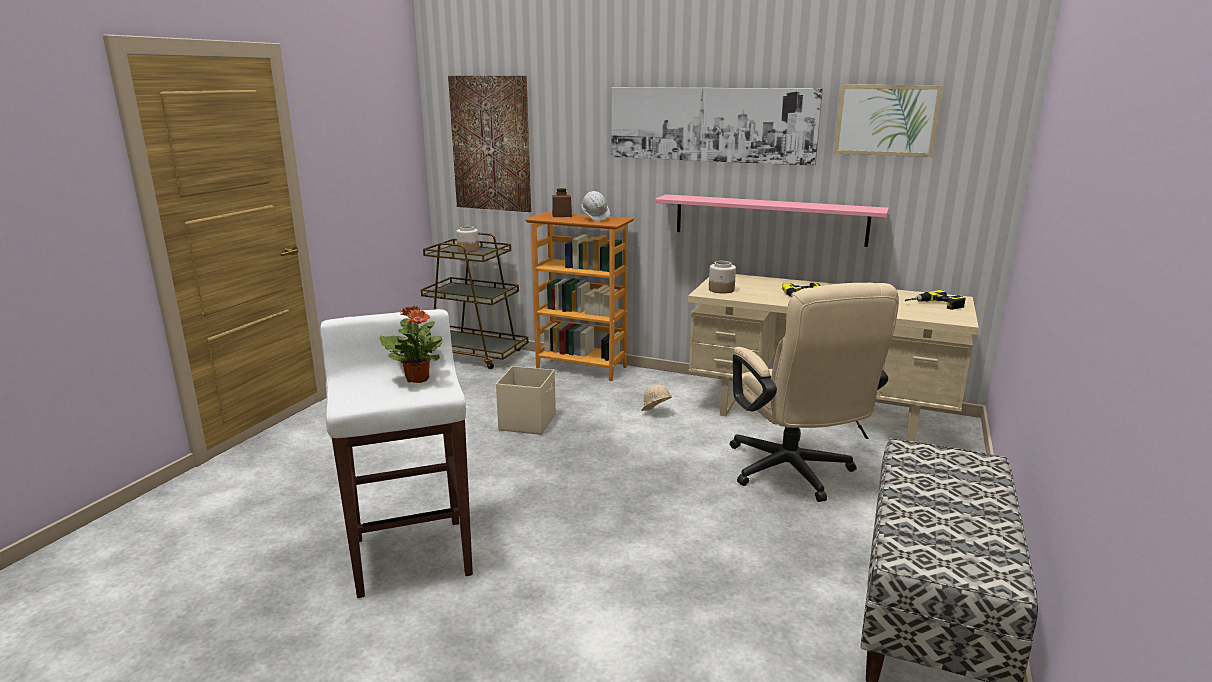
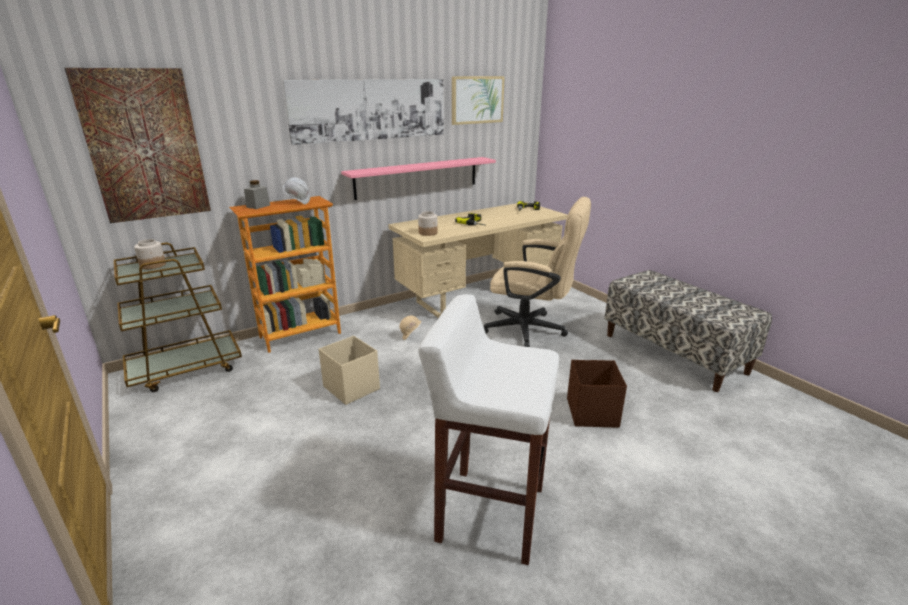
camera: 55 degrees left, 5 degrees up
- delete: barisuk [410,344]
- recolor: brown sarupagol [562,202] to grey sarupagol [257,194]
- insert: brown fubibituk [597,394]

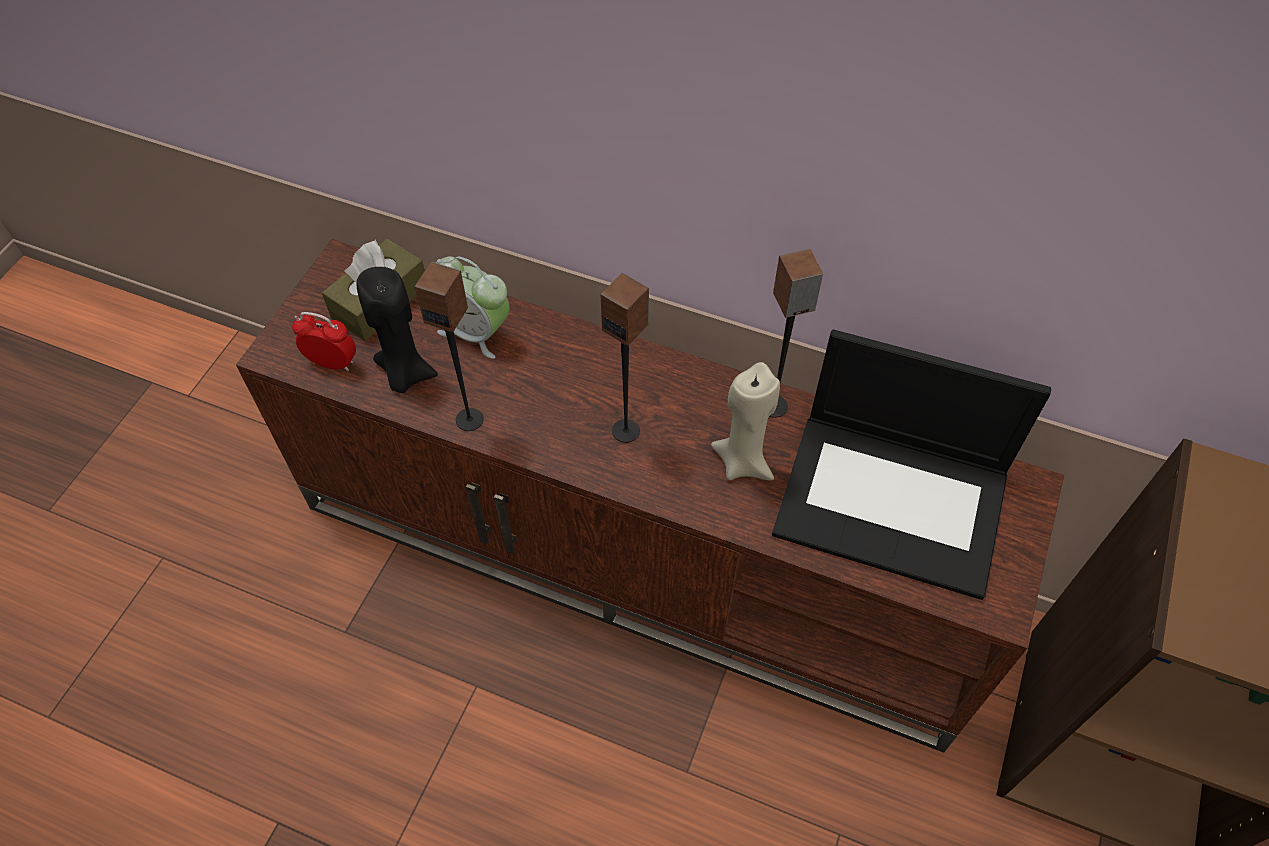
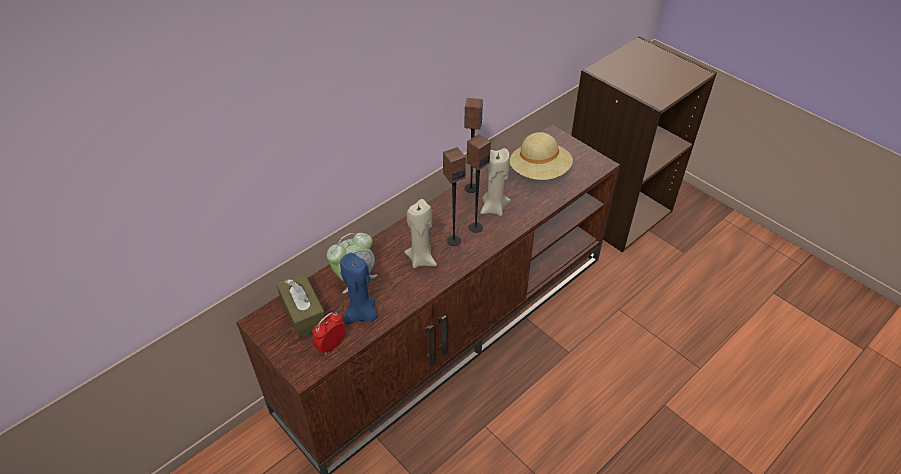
camera: 65 degrees left, 10 degrees down
- recolor: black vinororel [397,330] to blue vinororel [359,288]
- move: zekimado [449,346] to [479,183]
- replace: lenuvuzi [911,465] to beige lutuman [541,156]
- insert: beige vinororel [420,233]

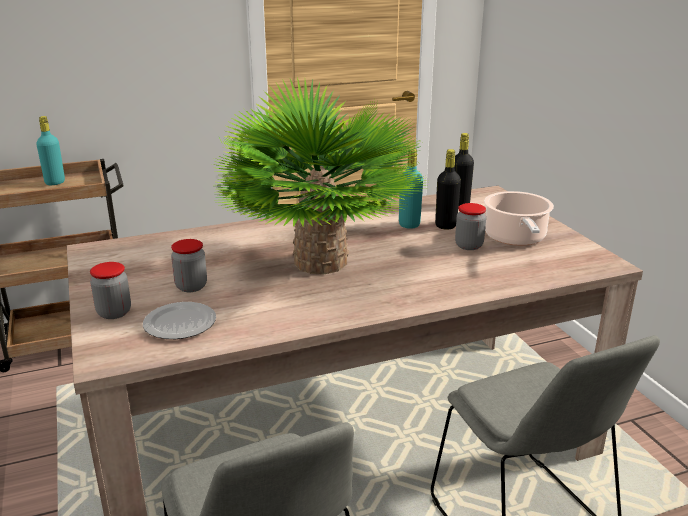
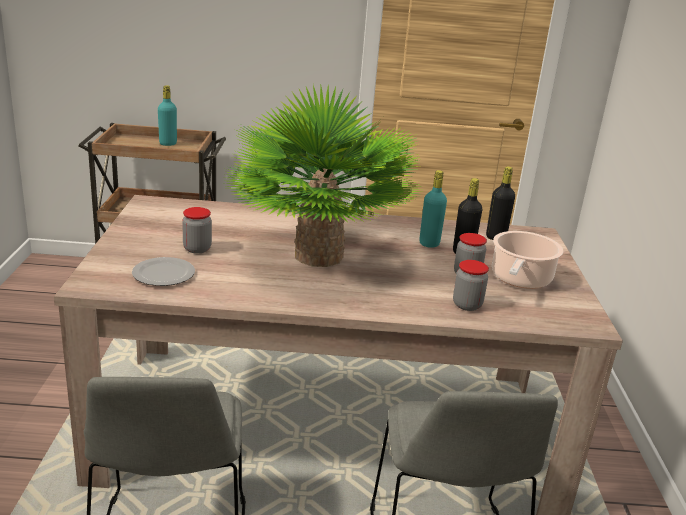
camera: 20 degrees right, 0 degrees up
- move: sarupagol [110,290] to [471,285]

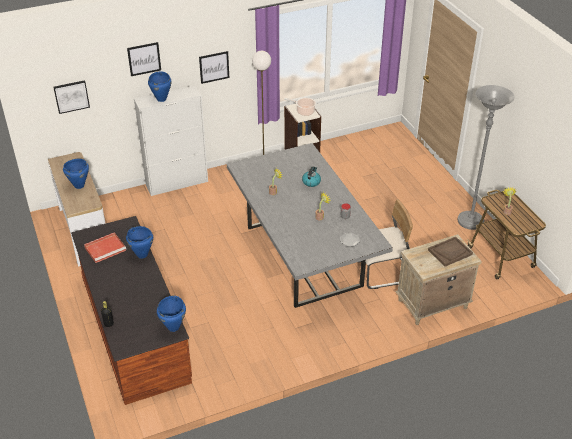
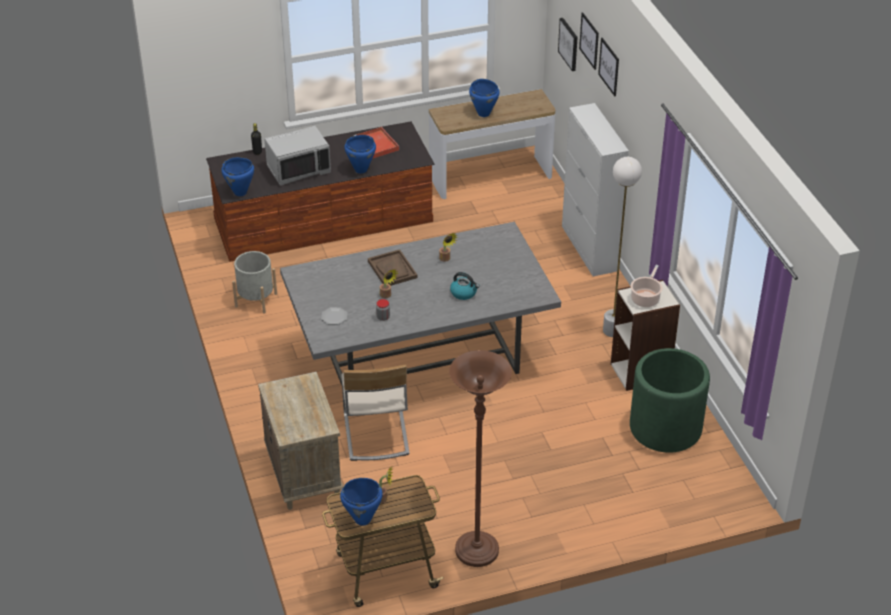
camera: 95 degrees right, 0 degrees up
- move: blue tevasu [160,86] to [361,502]
- move: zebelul [214,67] to [589,41]
- move: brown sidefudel [450,252] to [392,267]
- recolor: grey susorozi [486,157] to brown susorozi [480,458]
- insert: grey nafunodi [254,282]
- insert: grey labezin [297,156]
- insert: green nafunodi [670,400]

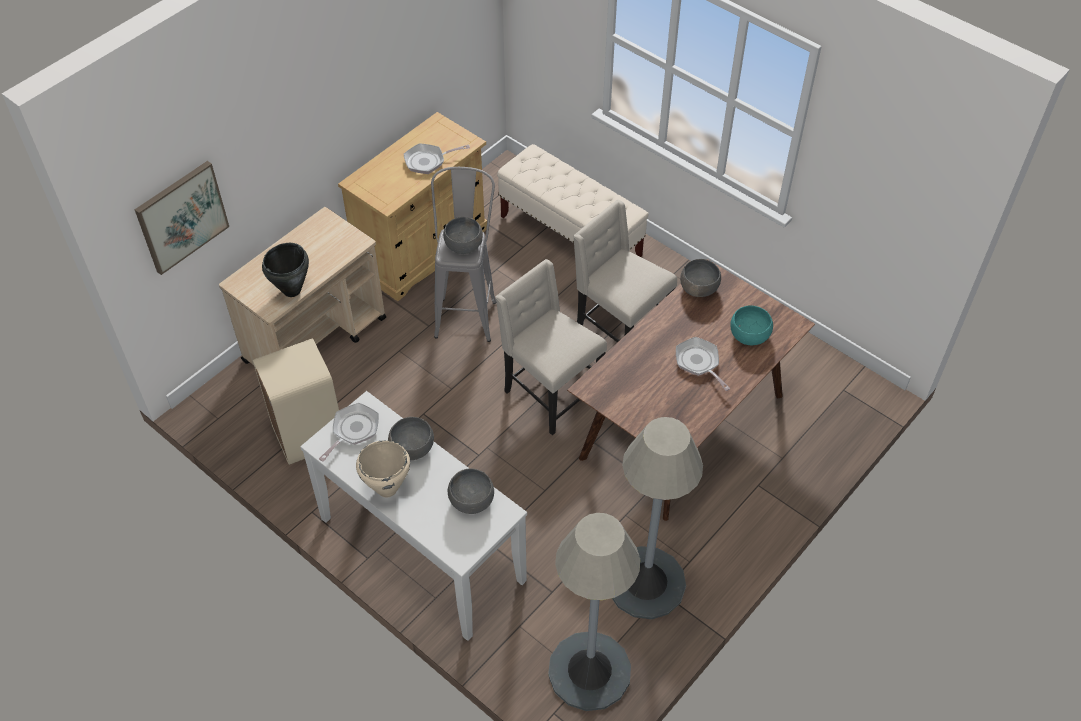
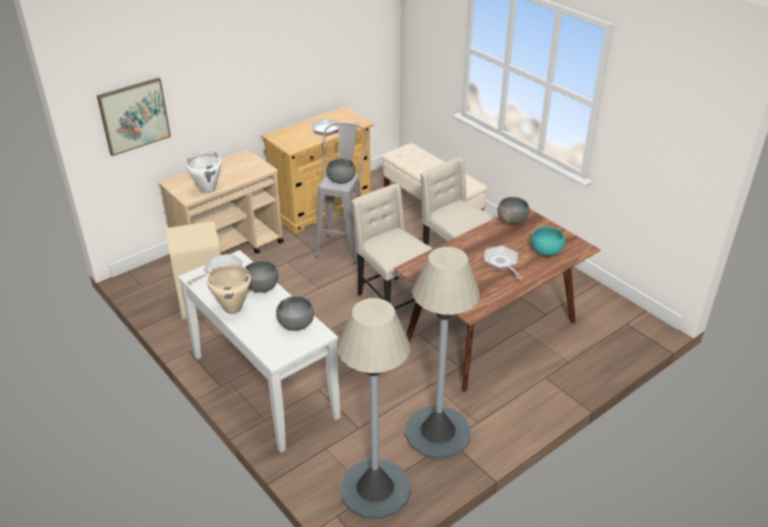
camera: 10 degrees right, 15 degrees down
- recolor: black tevasu [285,270] to white tevasu [204,172]

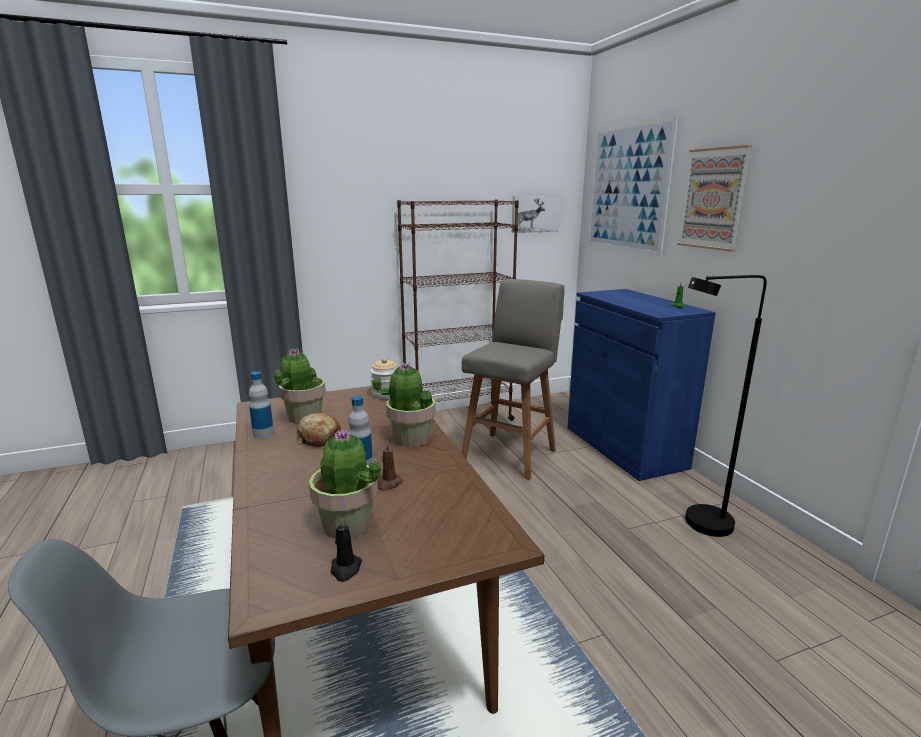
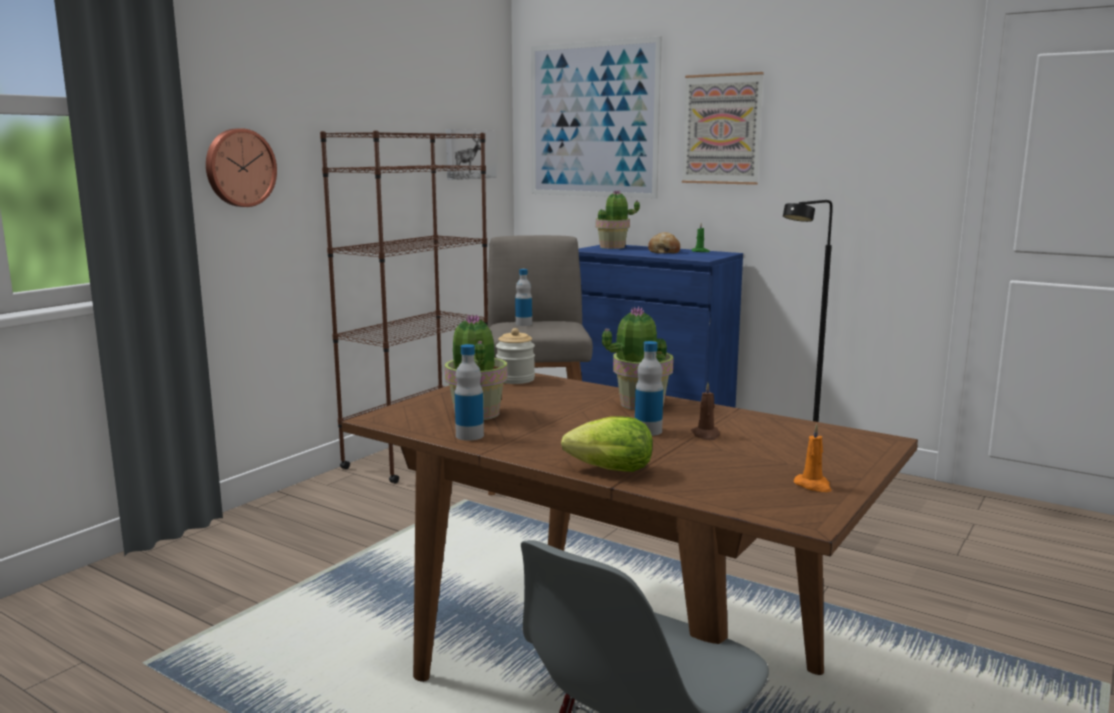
camera: 35 degrees left, 5 degrees down
- move: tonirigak [319,430] to [664,243]
- move: barisuk [345,483] to [618,220]
- recolor: black vinororel [346,549] to orange vinororel [813,458]
- insert: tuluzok [241,167]
- insert: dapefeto [523,297]
- insert: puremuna [607,444]

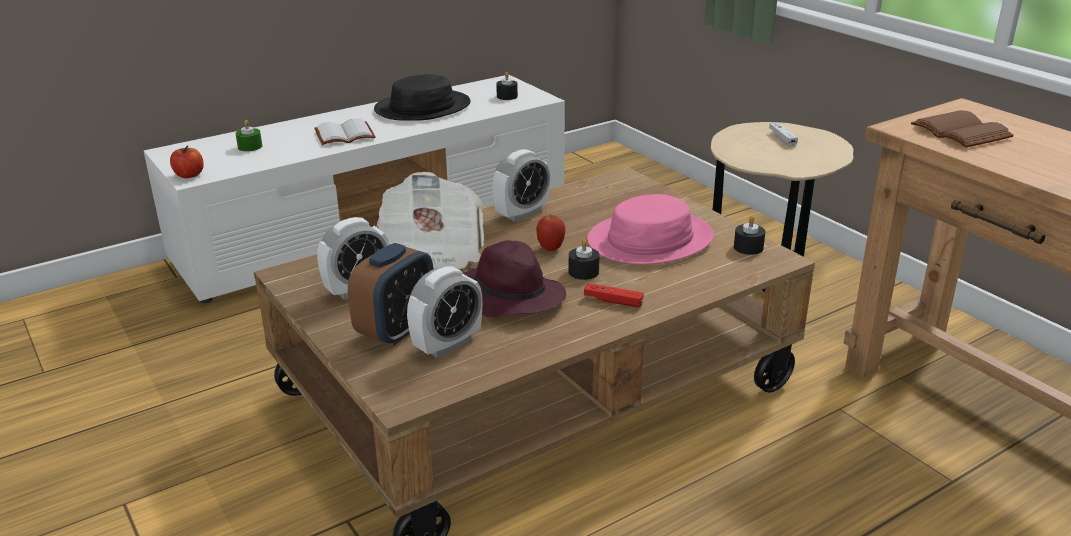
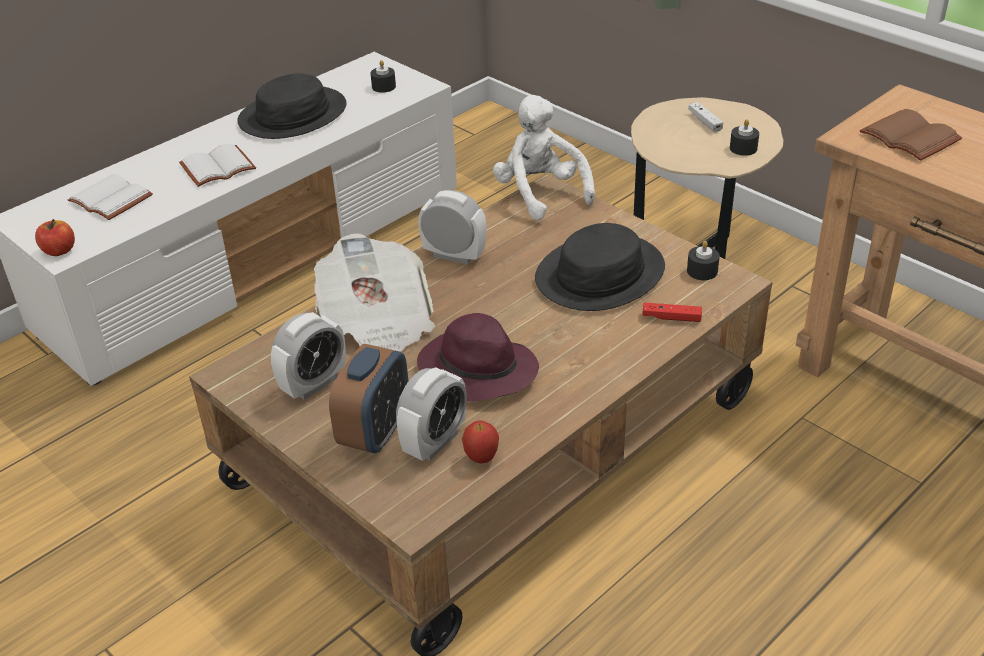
camera: 10 degrees left, 10 degrees up
- replace: green vinororel [249,136] to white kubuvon [110,197]
- rotate: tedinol [521,185] = [452,227] 105 degrees counterclockwise
- move: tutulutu [550,233] to [480,441]
- move: black vinororel [584,259] to [744,137]
- move: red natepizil [614,295] to [672,312]
- recolor: pink lutuman [650,229] to black lutuman [600,267]
- insert: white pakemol [544,157]

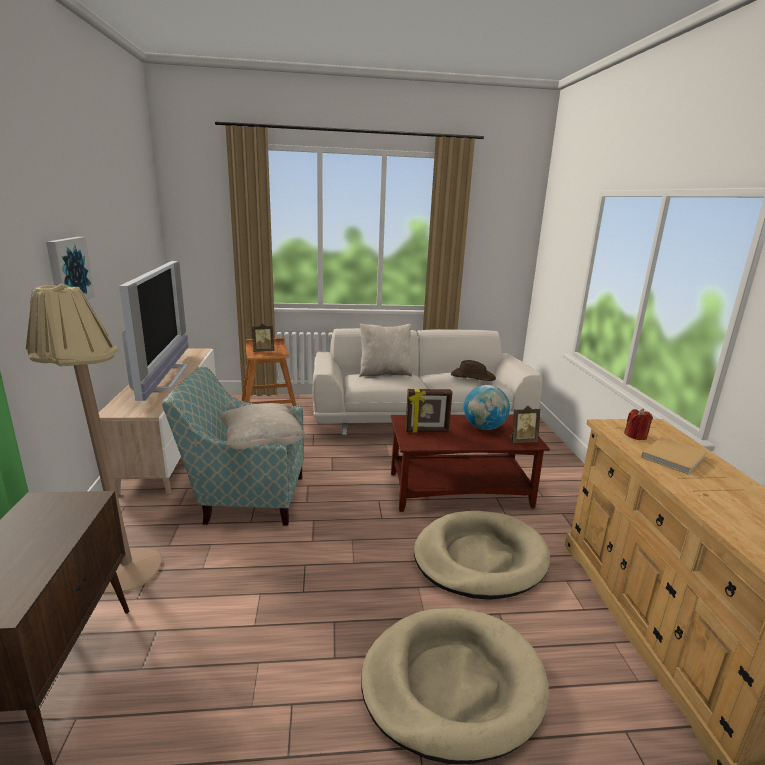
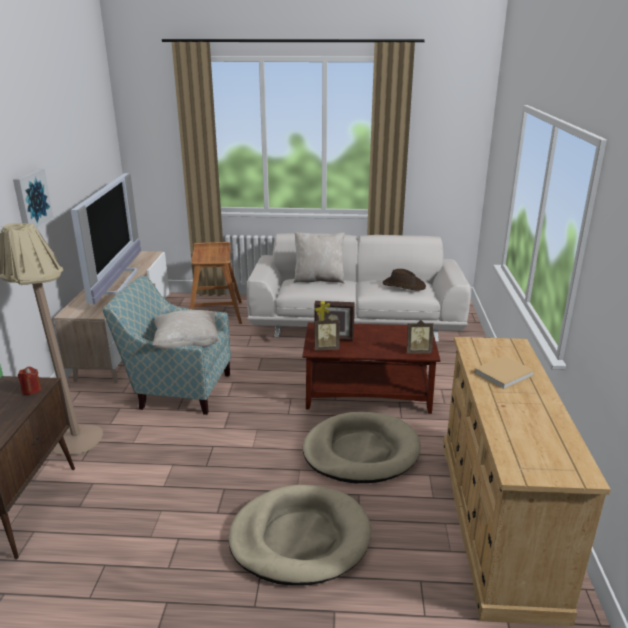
camera: 10 degrees right, 5 degrees up
- move: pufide [263,337] to [327,334]
- delete: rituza [487,407]
- move: red vinororel [638,424] to [29,381]

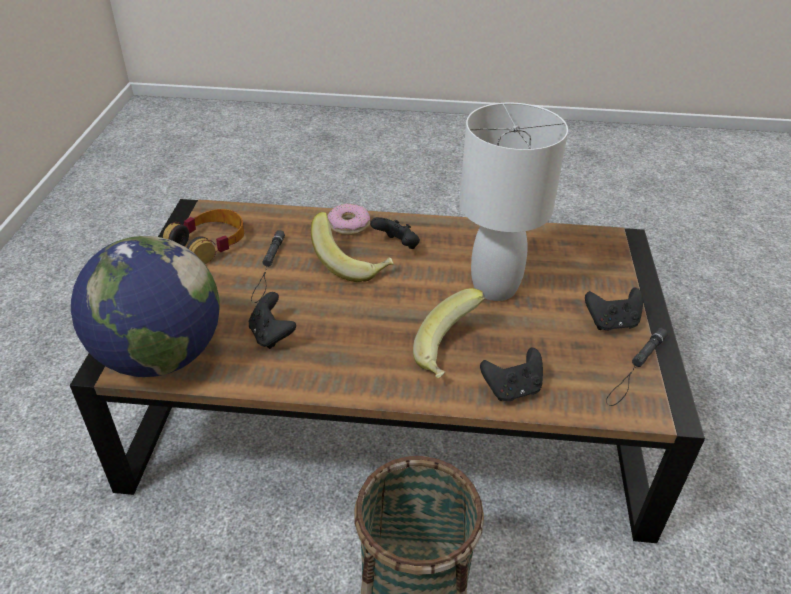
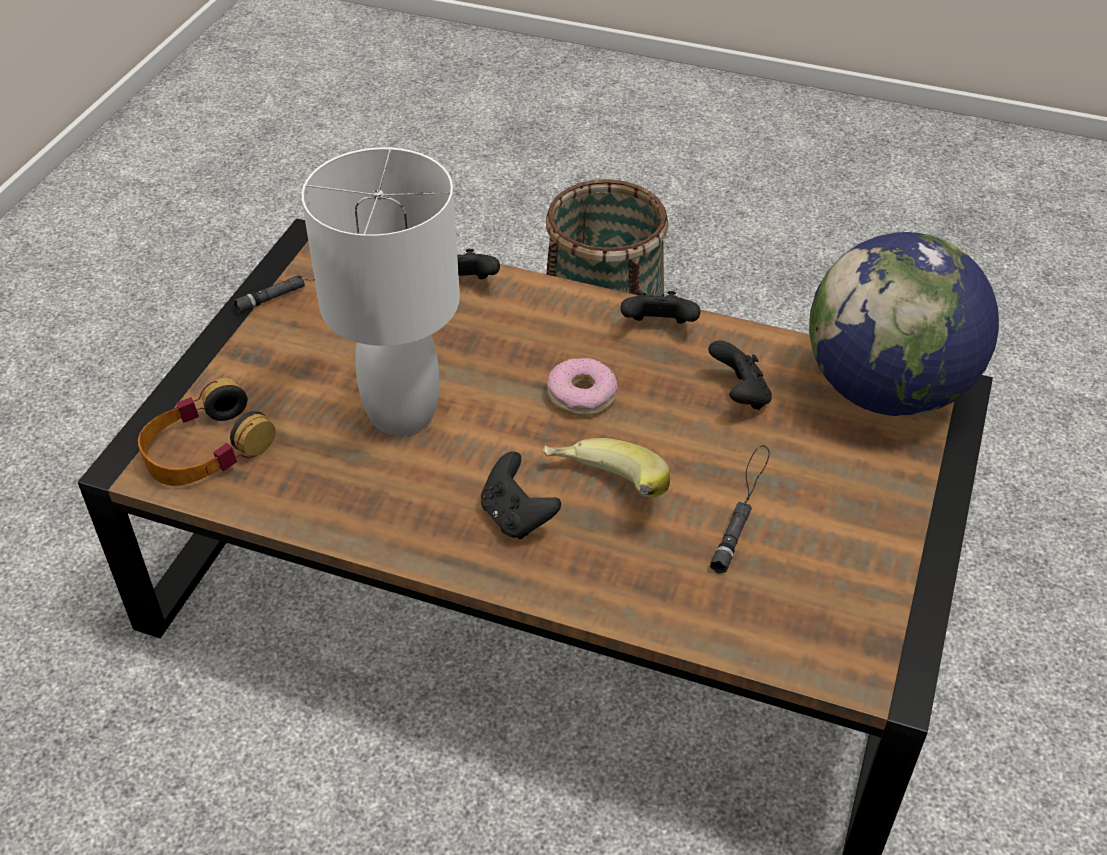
camera: 165 degrees left, 5 degrees up
- move: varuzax [203,236] to [206,432]
- move: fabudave [349,219] to [582,387]
- delete: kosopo [449,333]
- move: black natepizil [614,309] to [660,307]

